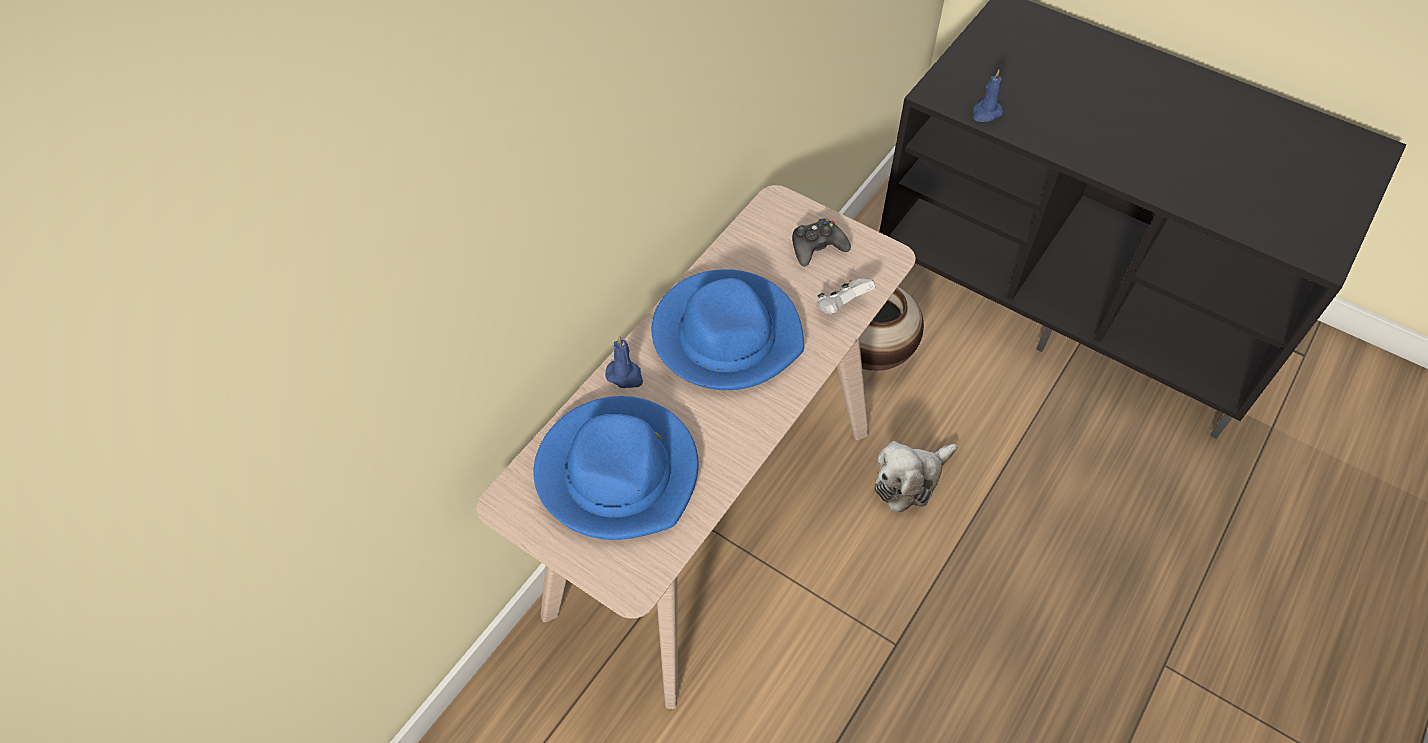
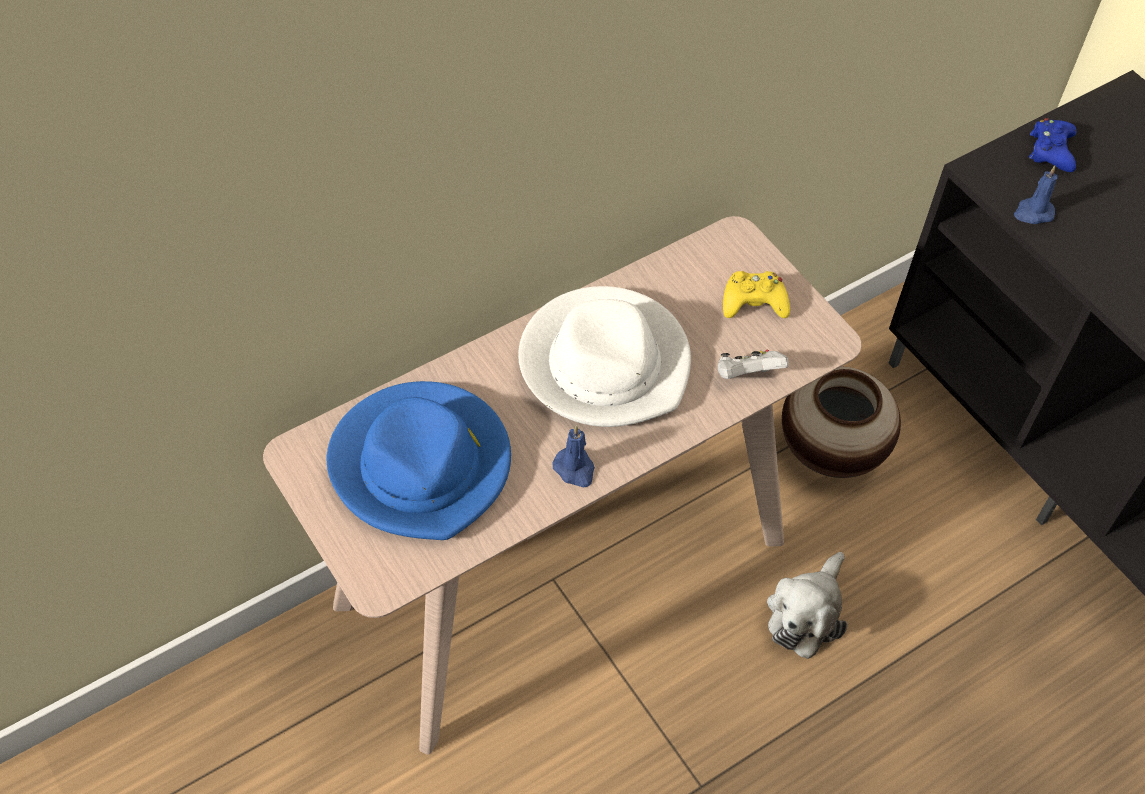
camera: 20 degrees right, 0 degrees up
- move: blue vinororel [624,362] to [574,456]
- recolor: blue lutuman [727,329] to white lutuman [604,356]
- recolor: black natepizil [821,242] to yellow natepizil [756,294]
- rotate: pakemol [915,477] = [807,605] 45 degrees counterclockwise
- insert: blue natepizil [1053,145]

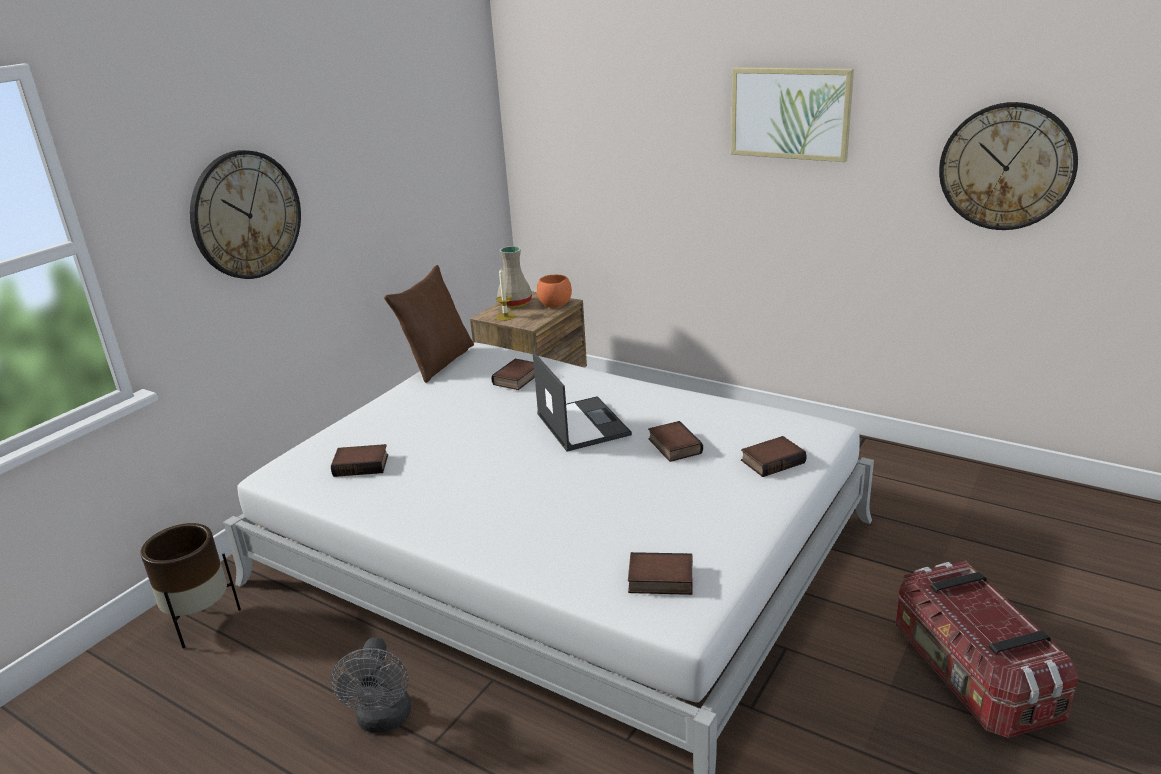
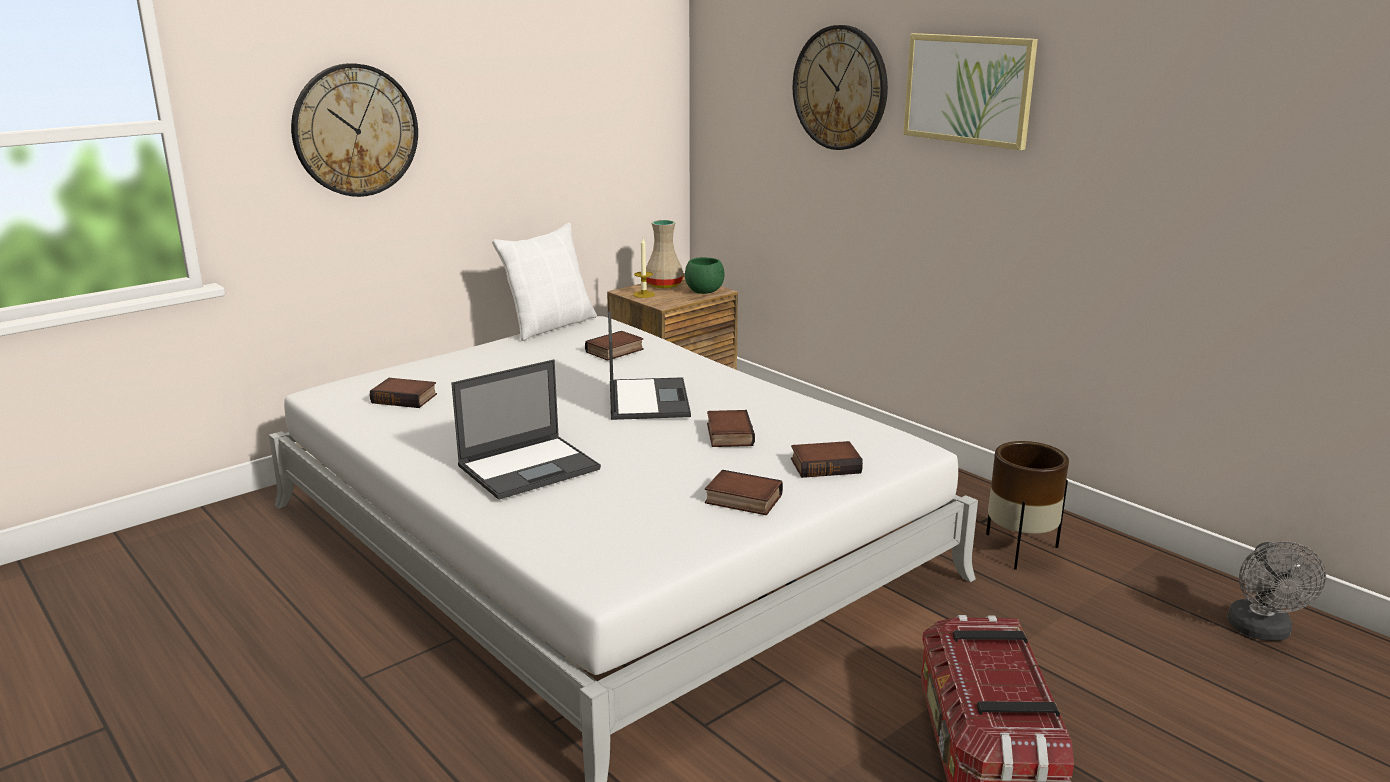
camera: 15 degrees right, 5 degrees down
- move: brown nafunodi [190,585] to [1027,505]
- move: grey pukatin [371,685] to [1277,591]
- recolor: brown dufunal [429,324] to white dufunal [544,282]
- recolor: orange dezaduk [554,291] to green dezaduk [705,275]
- move: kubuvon [660,573] to [744,492]
- move: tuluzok [1008,166] to [840,87]
- insert: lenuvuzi [526,429]

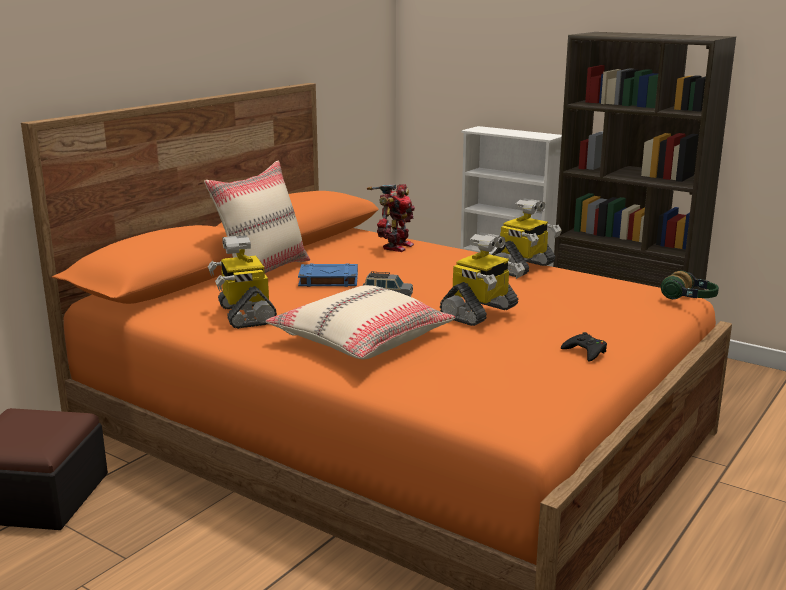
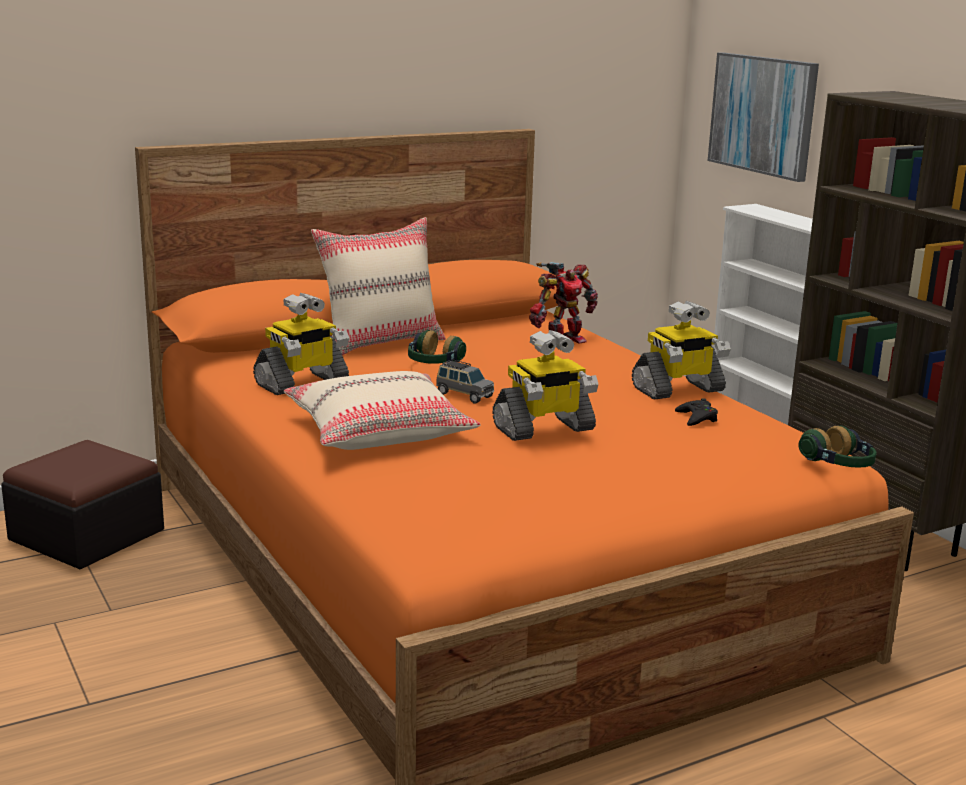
camera: 25 degrees right, 0 degrees up
- rotate: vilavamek [242,282] = [301,344] 135 degrees counterclockwise
- replace: blue kubuvon [328,275] to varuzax [437,347]
- move: black natepizil [584,347] to [696,412]
- insert: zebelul [763,117]

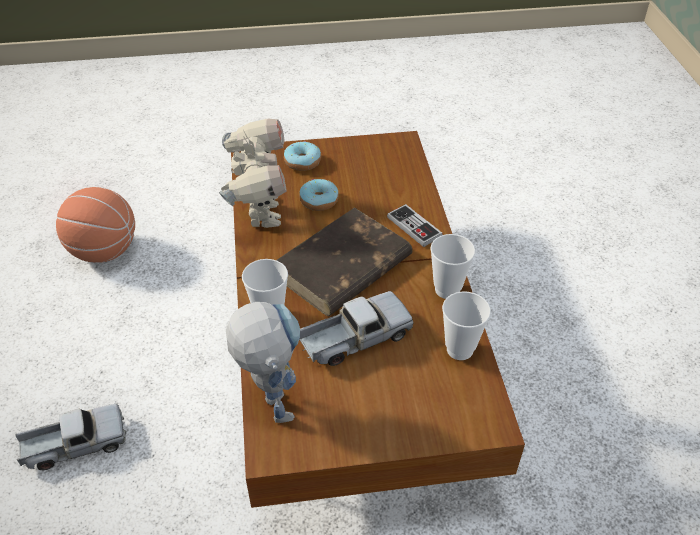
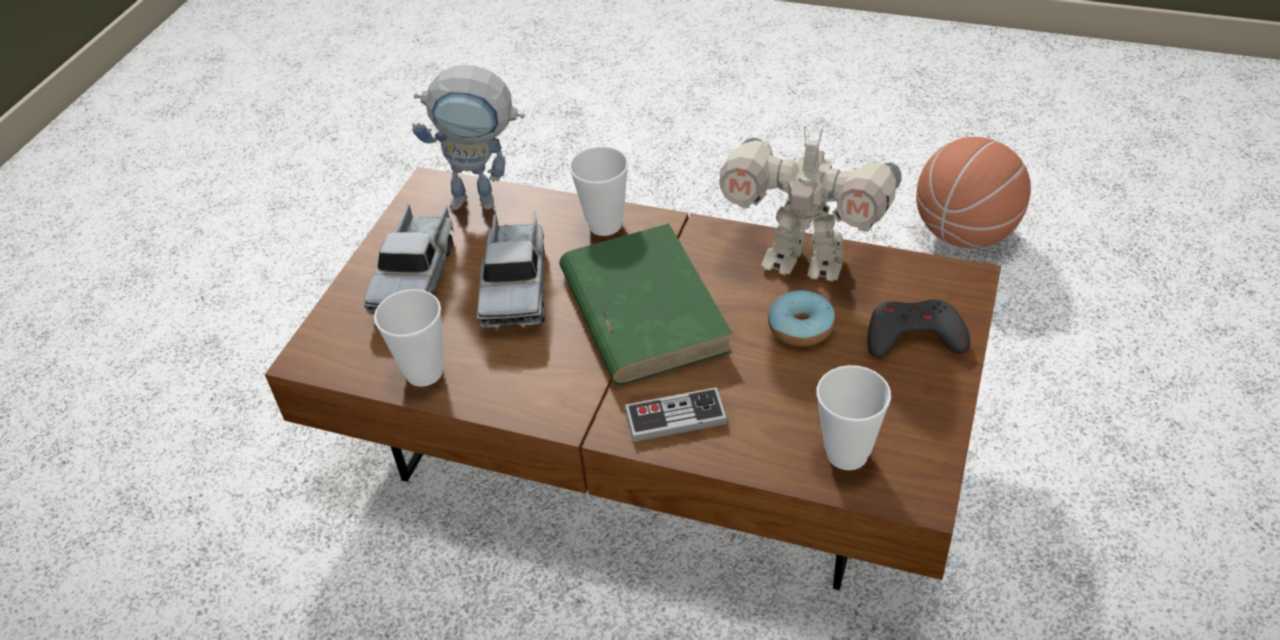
camera: 120 degrees right, 0 degrees up
- move: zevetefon [71,437] to [409,259]
- recolor: brown kubuvon [345,261] to green kubuvon [646,304]
- replace: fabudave [302,156] to grey natepizil [918,328]
- move: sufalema [452,266] to [854,417]

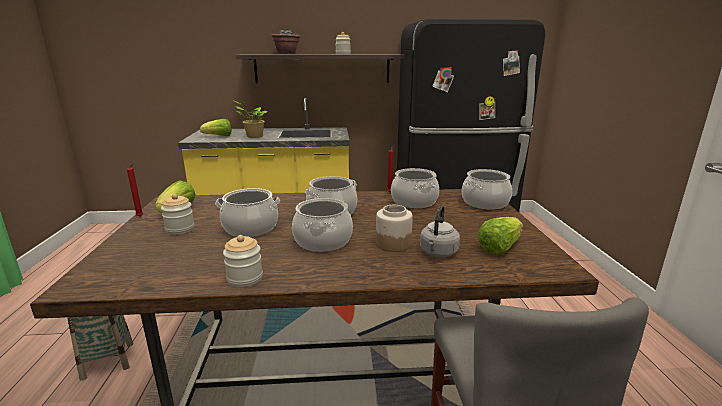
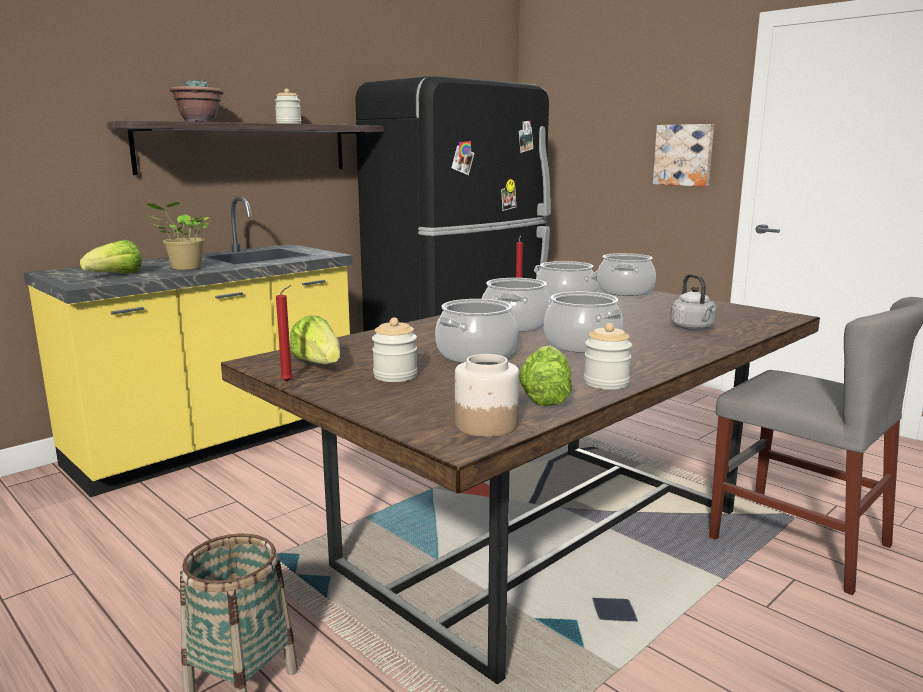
camera: 40 degrees left, 5 degrees down
- move: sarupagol [394,228] to [487,395]
- move: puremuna [500,236] to [545,375]
- insert: zebelul [683,155]

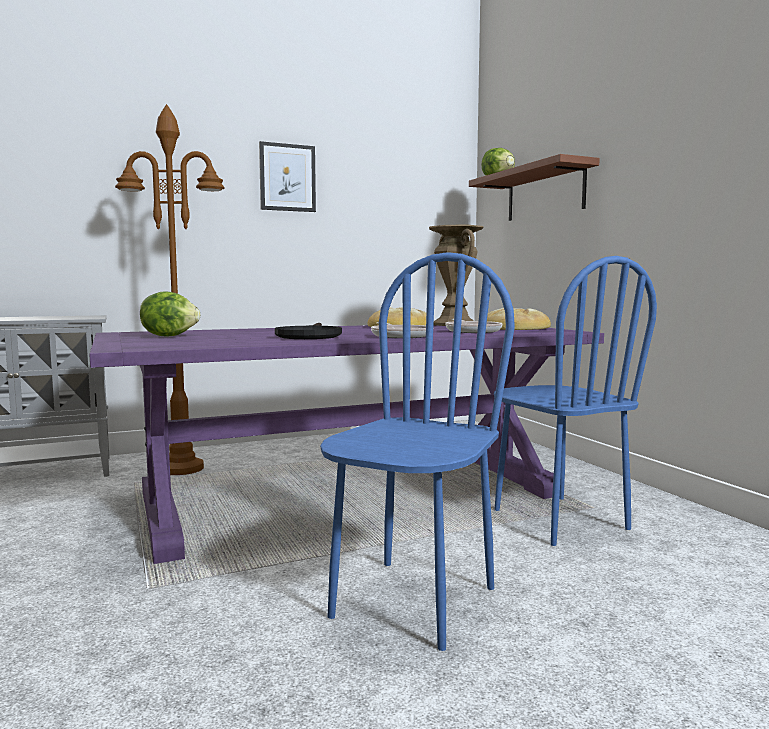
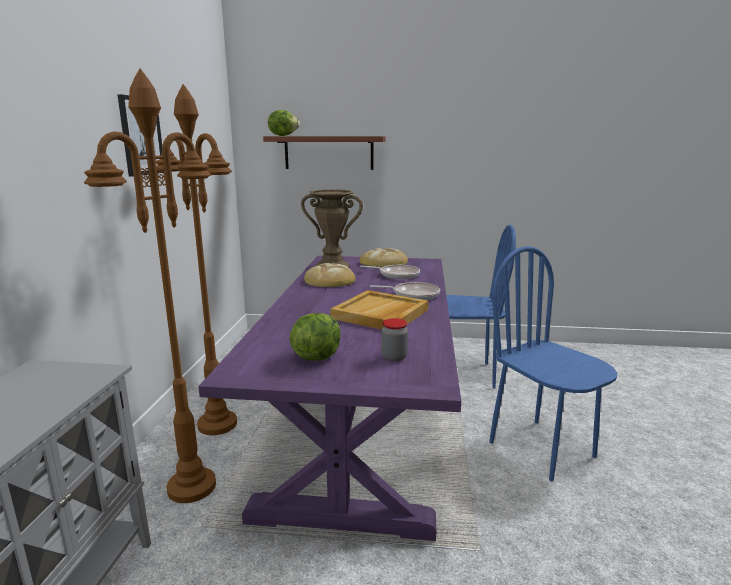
camera: 60 degrees left, 10 degrees up
- replace: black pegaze [308,331] to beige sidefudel [379,310]
- insert: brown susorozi [196,259]
- insert: sarupagol [394,339]

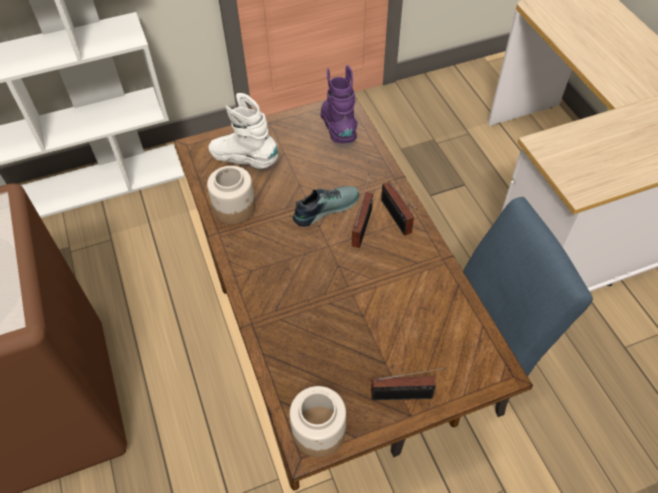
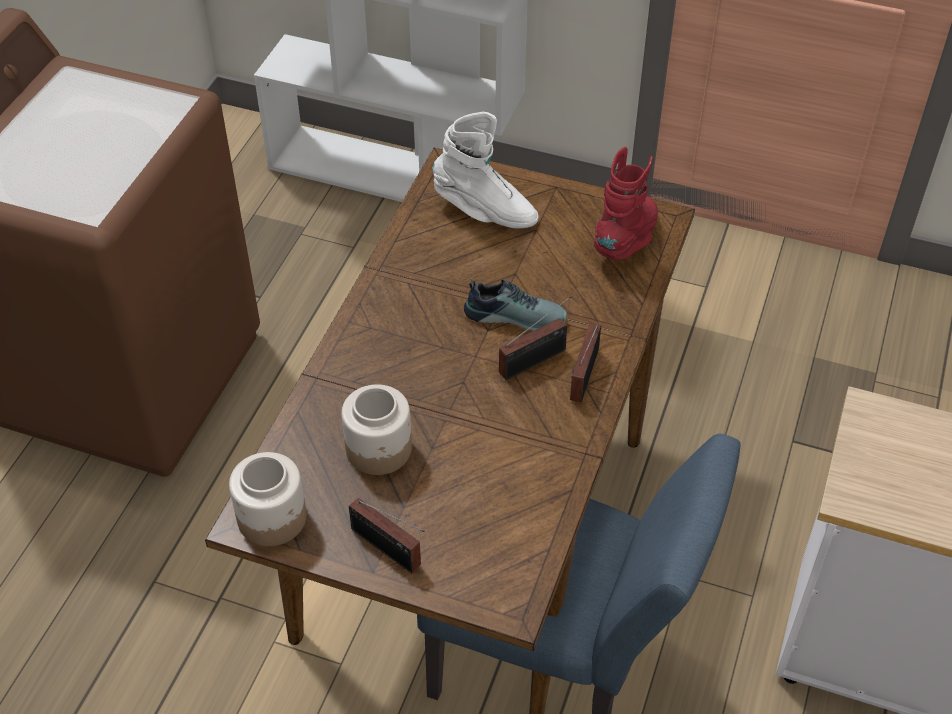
camera: 40 degrees right, 5 degrees down
- move: sarupagol [231,195] to [376,429]
- rotate: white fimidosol [243,131] = [485,170] 135 degrees clockwise
- recolor: purple fimidosol [339,104] to red fimidosol [626,203]

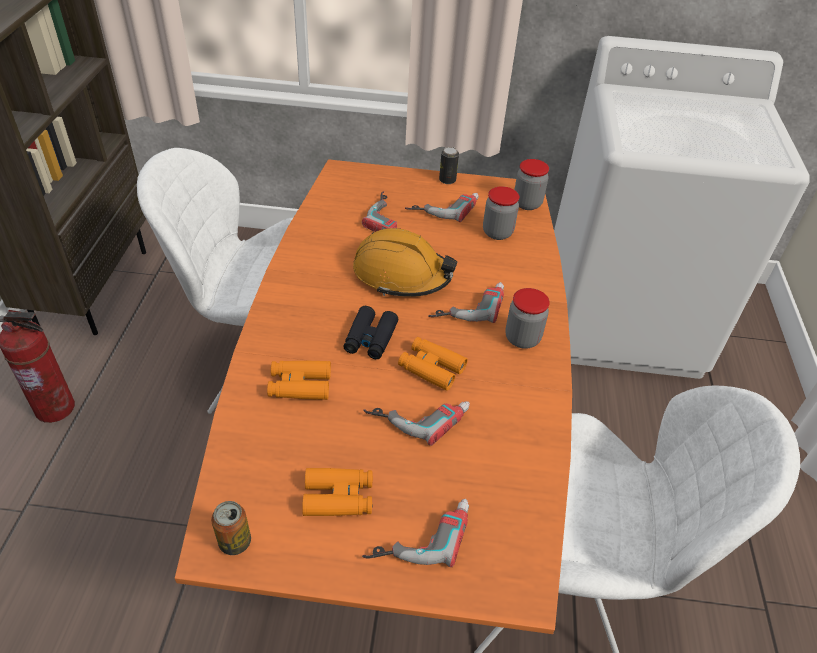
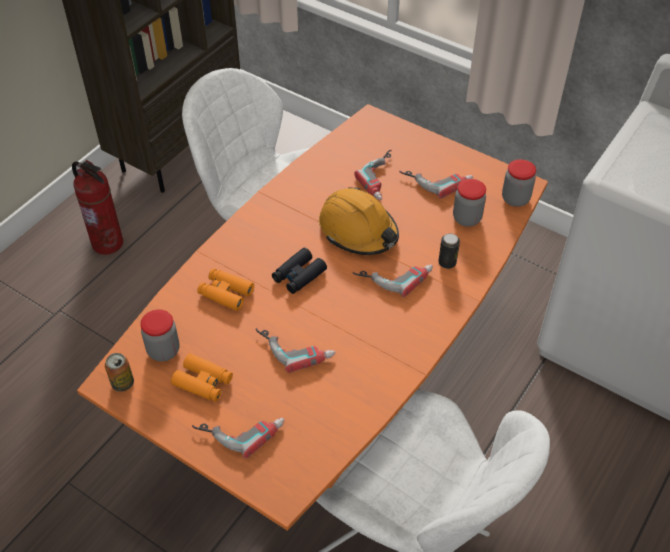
camera: 30 degrees right, 5 degrees up
- delete: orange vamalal [433,364]
- move: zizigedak [449,165] to [449,251]
- move: sarupagol [527,318] to [159,335]

